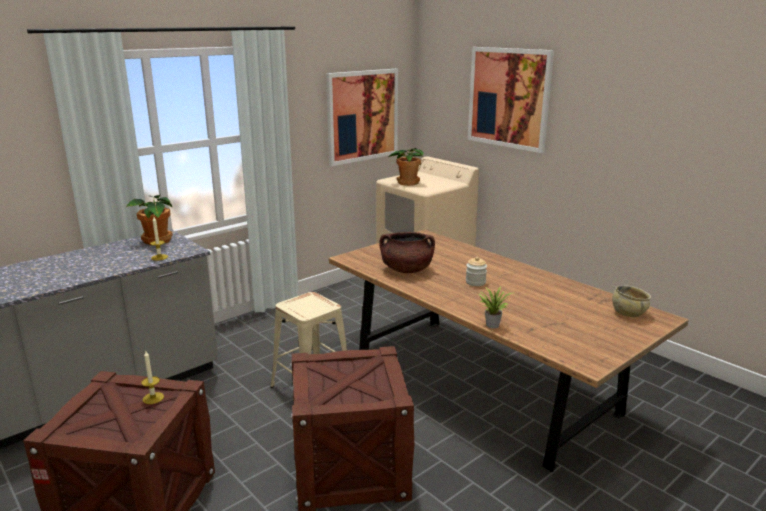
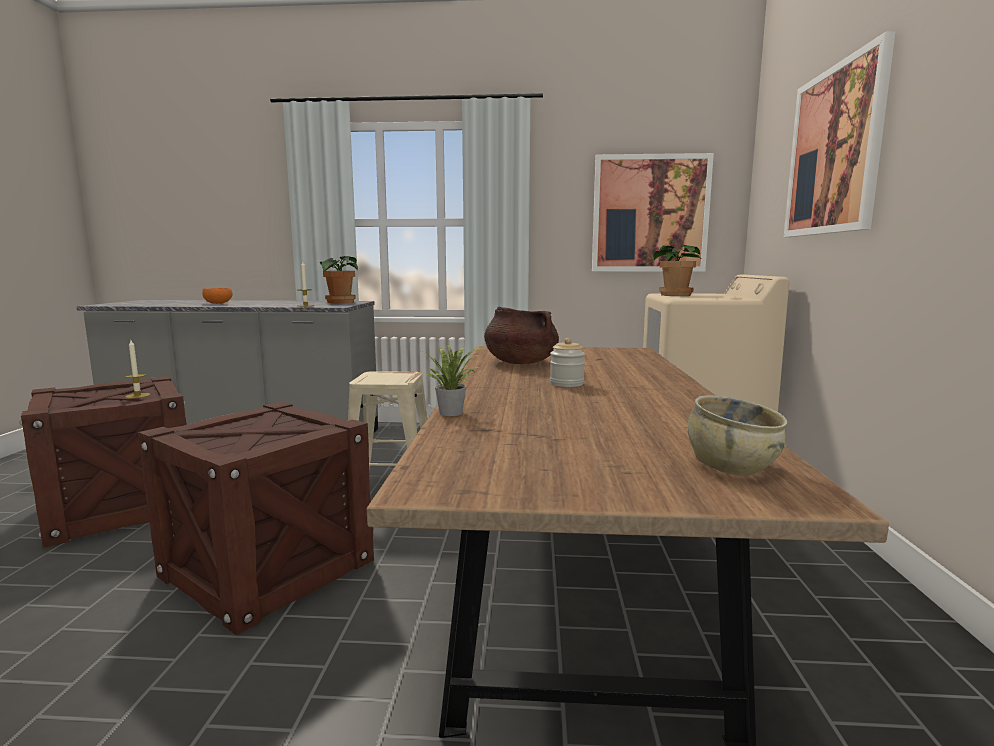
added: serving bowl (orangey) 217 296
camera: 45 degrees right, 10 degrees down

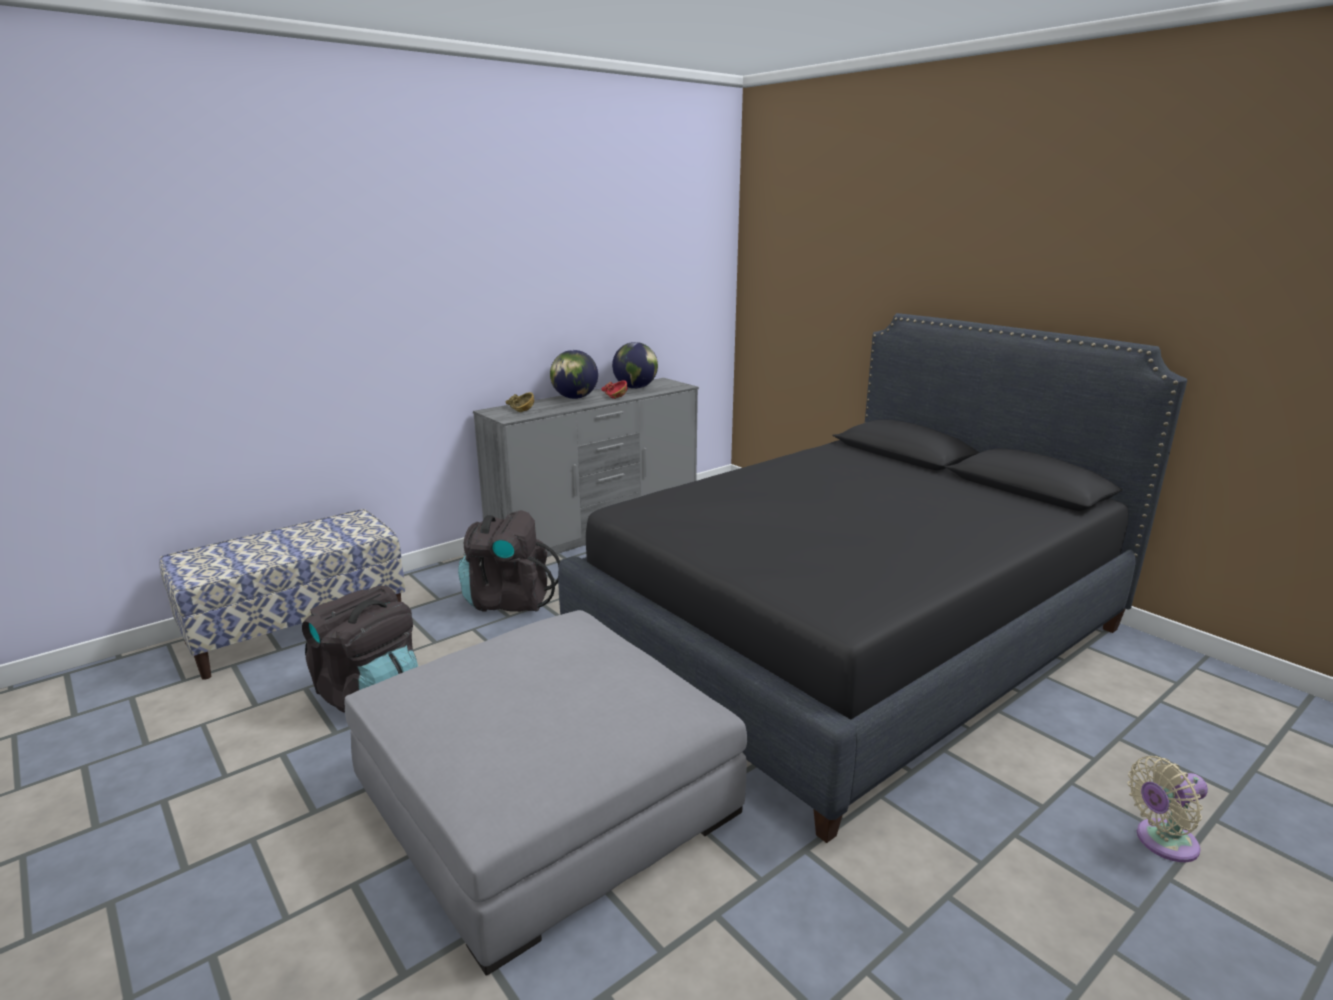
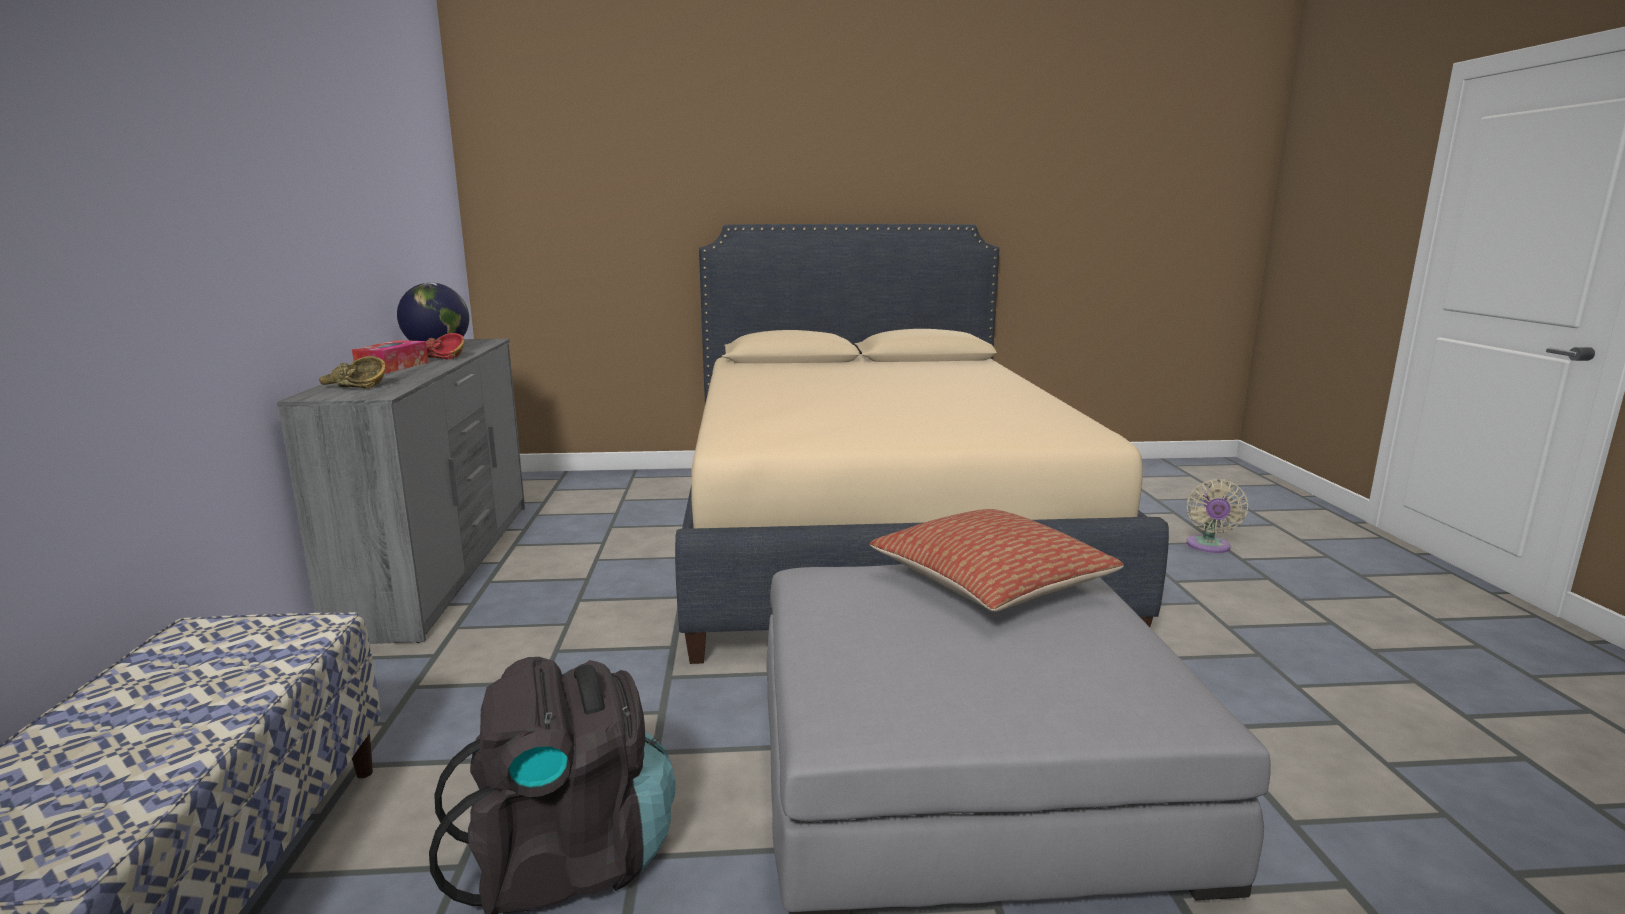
removed: rucksack (black-coloured) 509 561
added: cushion 997 560
replaced: world globe 574 374 to tissue holder 390 357
recoloured: sleeping bed (black-coloured) 872 578 to sleeping bed (sand-coloured) 922 444
camera: 55 degrees left, 5 degrees down

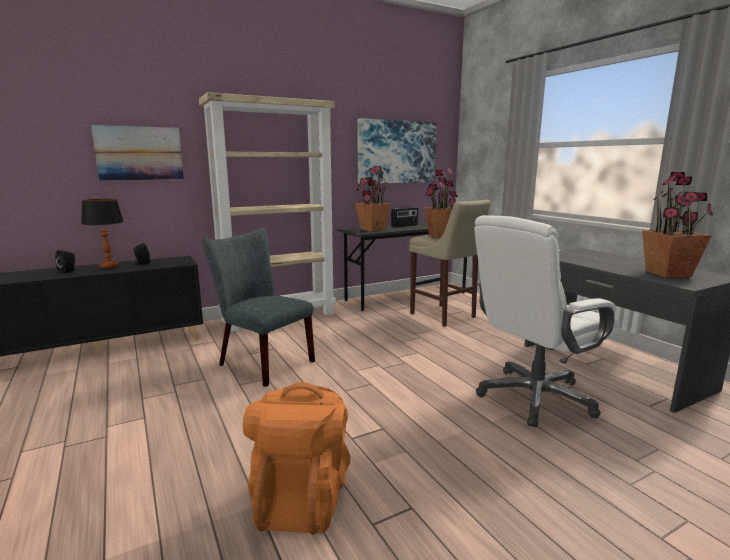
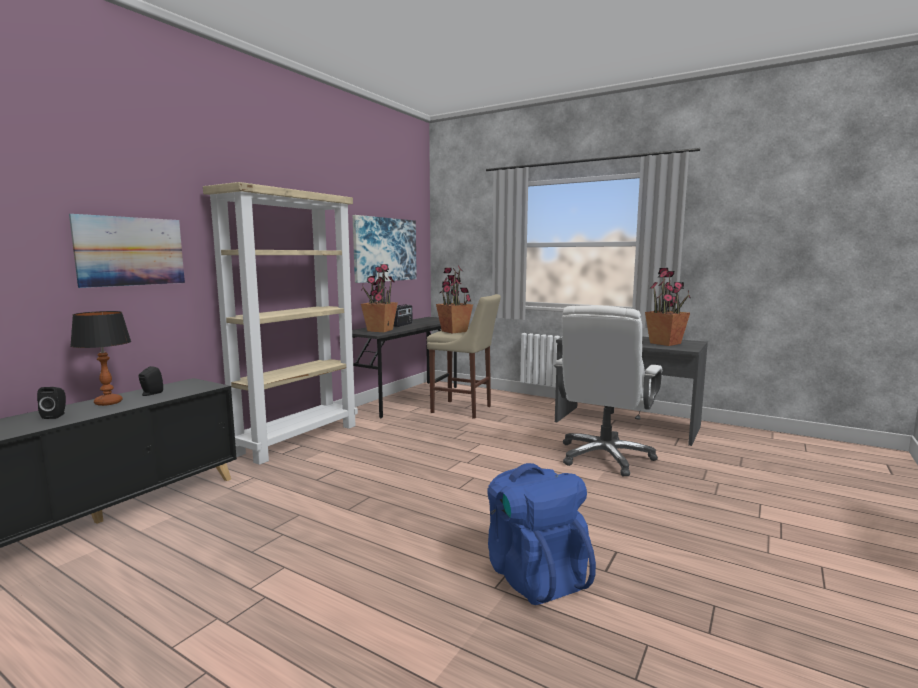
removed: upright chair (greyish) 258 307
recoloured: rucksack (orangey) 296 458 to rucksack (blue) 541 534
camera: 30 degrees left, 5 degrees down

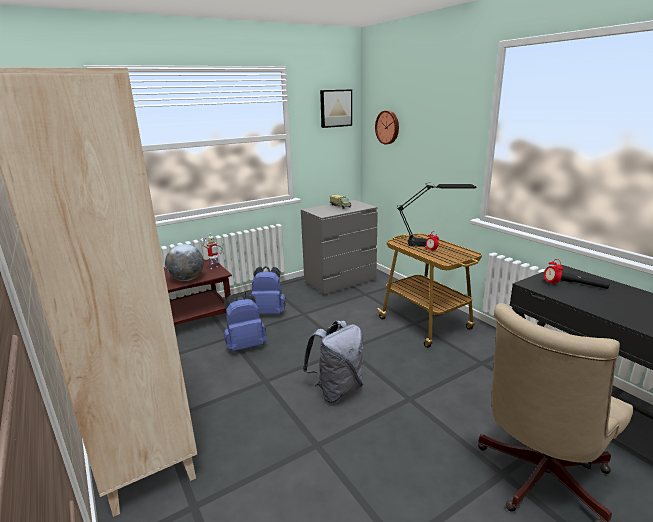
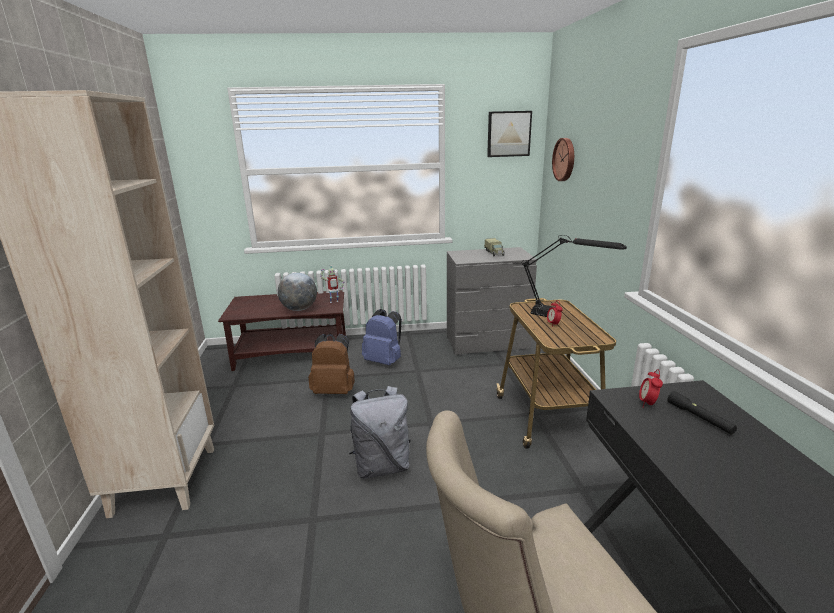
recoloured: rucksack (blue) 245 321 to rucksack (brown-coloured) 331 364
camera: 25 degrees right, 0 degrees up

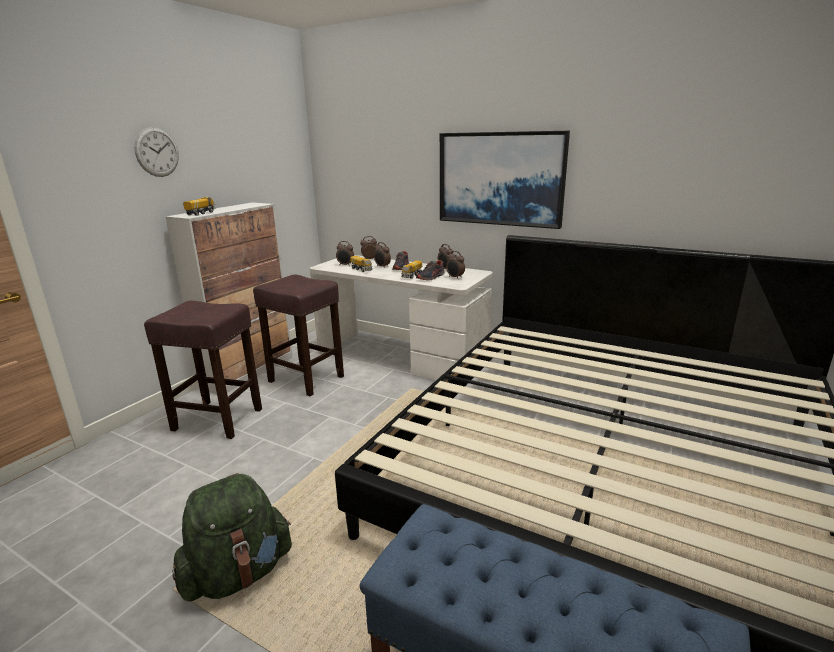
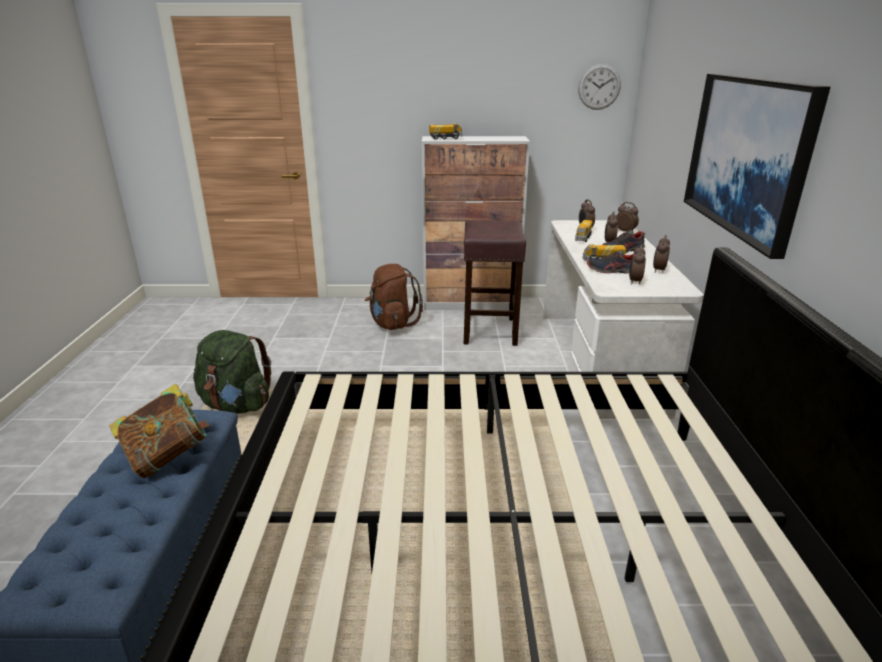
added: bound book 159 431
moved: wall clock 156 152 to 599 87
replaced: sitting stool (brown-coloured) 203 370 to rucksack (brown-coloured) 394 297
camera: 60 degrees right, 5 degrees up

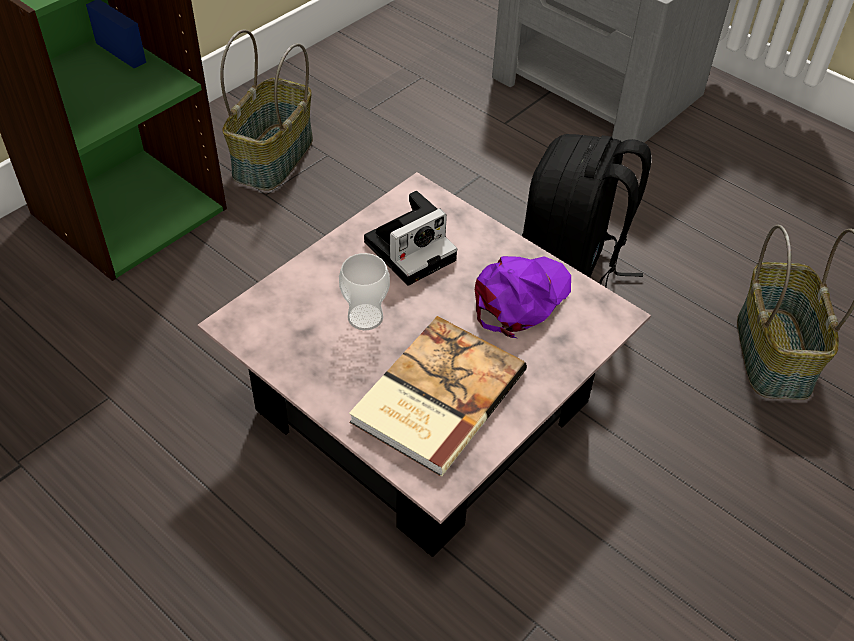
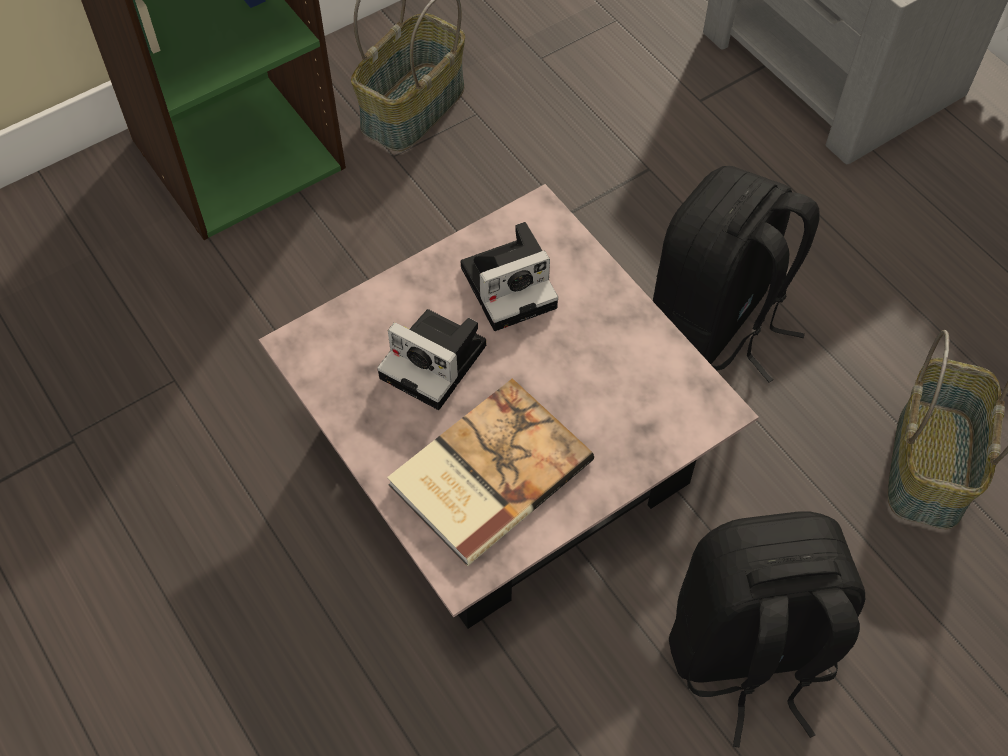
removed: peaked cap (purplish) 523 297
added: rucksack (black-coloured) 767 629
replaced: cup 364 291 to still camera 431 359
camera: 15 degrees right, 10 degrees up

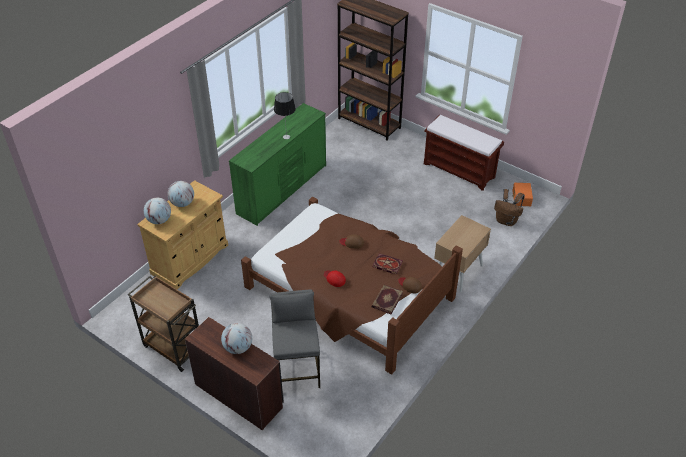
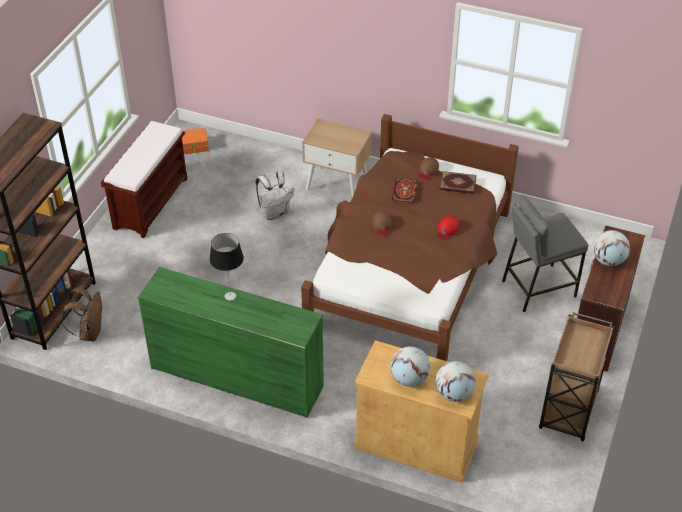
added: rucksack (whitish) 275 195
moved: rucksack (brown-coloured) 509 207 to 81 314
camera: 105 degrees left, 0 degrees up

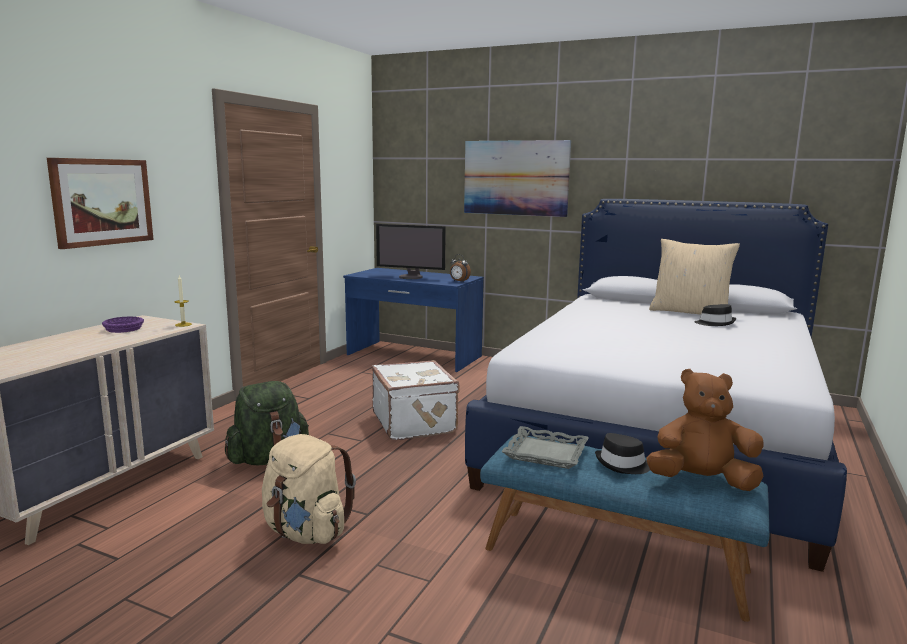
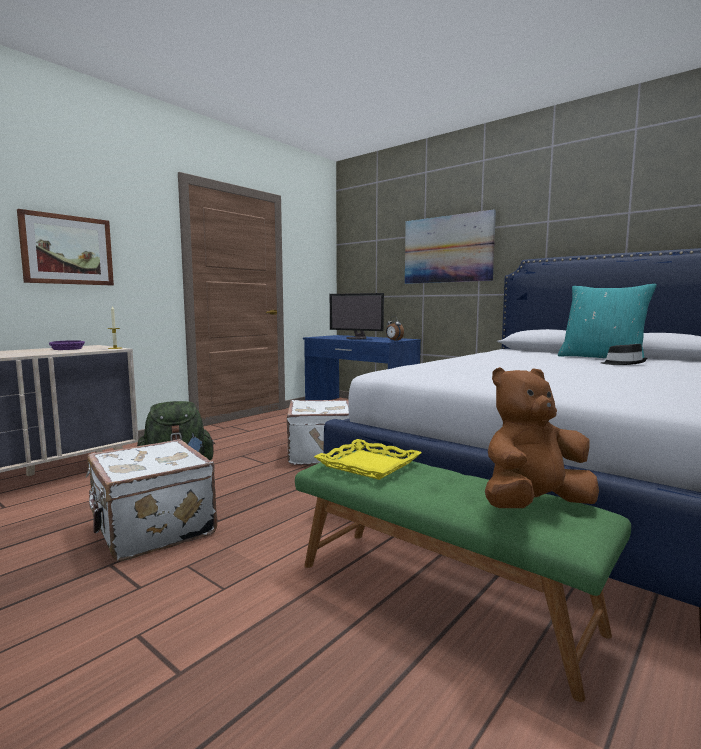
removed: clothing hat (black-coloured) 622 453
replaced: rucksack (sand-coloured) 309 489 to travel case (whitish) 151 500
recoloured: cushion (sand-coloured) 694 277 to cushion (blue-green) 607 321; tray (greyish) 545 447 to tray (yellowish) 368 459; indoor bench (blue) 624 528 to indoor bench (greenish) 463 576
turned: cuddly toy (brown-coloured) 705 430 = 542 437 45 degrees counterclockwise
camera: 15 degrees right, 5 degrees down

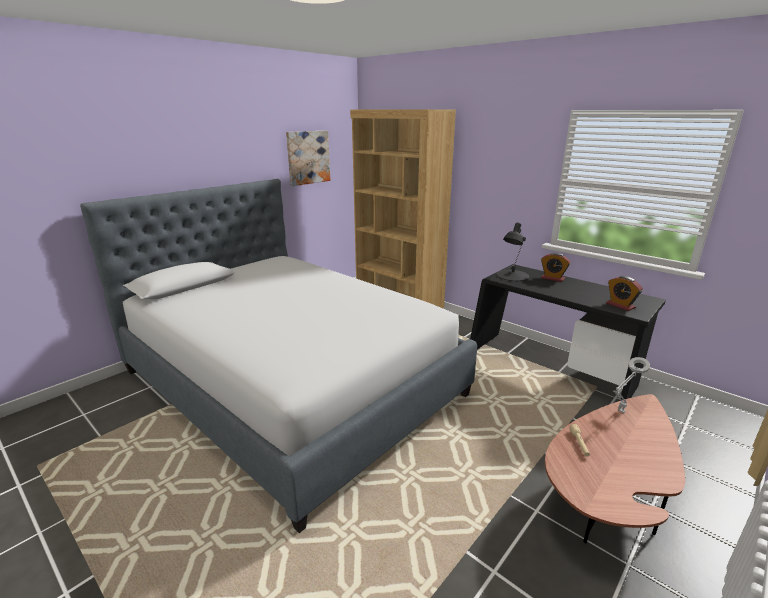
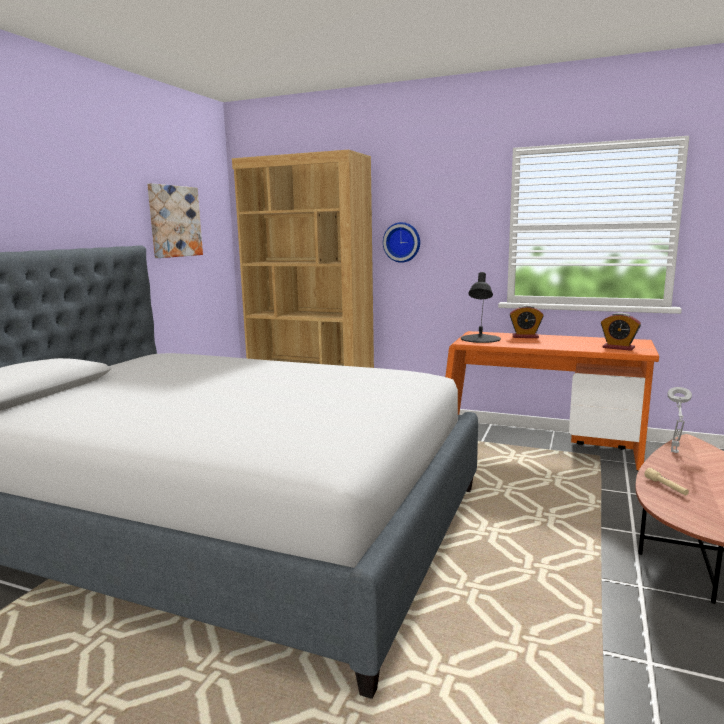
added: wall clock 401 242
recoloured: desk table (black-coloured) 568 331 to desk table (orangey) 552 401
camera: 20 degrees left, 10 degrees down

